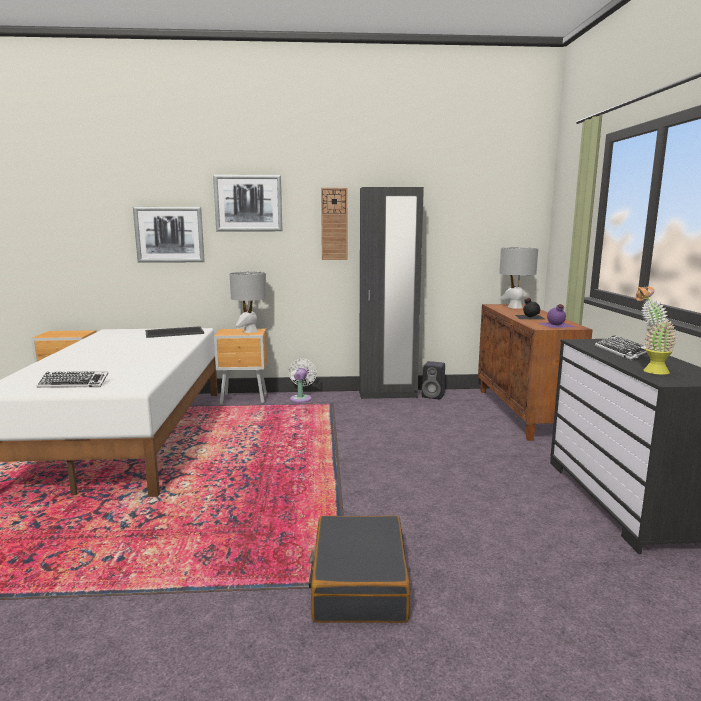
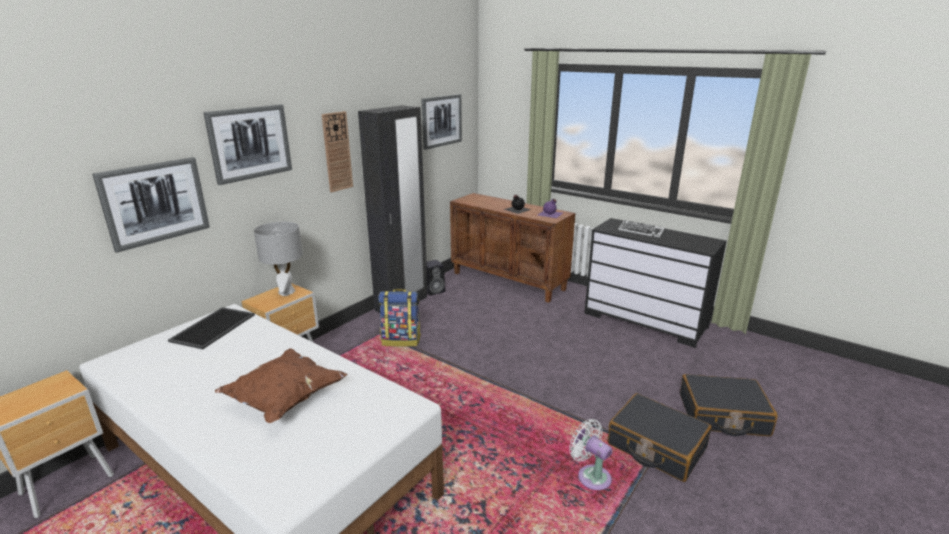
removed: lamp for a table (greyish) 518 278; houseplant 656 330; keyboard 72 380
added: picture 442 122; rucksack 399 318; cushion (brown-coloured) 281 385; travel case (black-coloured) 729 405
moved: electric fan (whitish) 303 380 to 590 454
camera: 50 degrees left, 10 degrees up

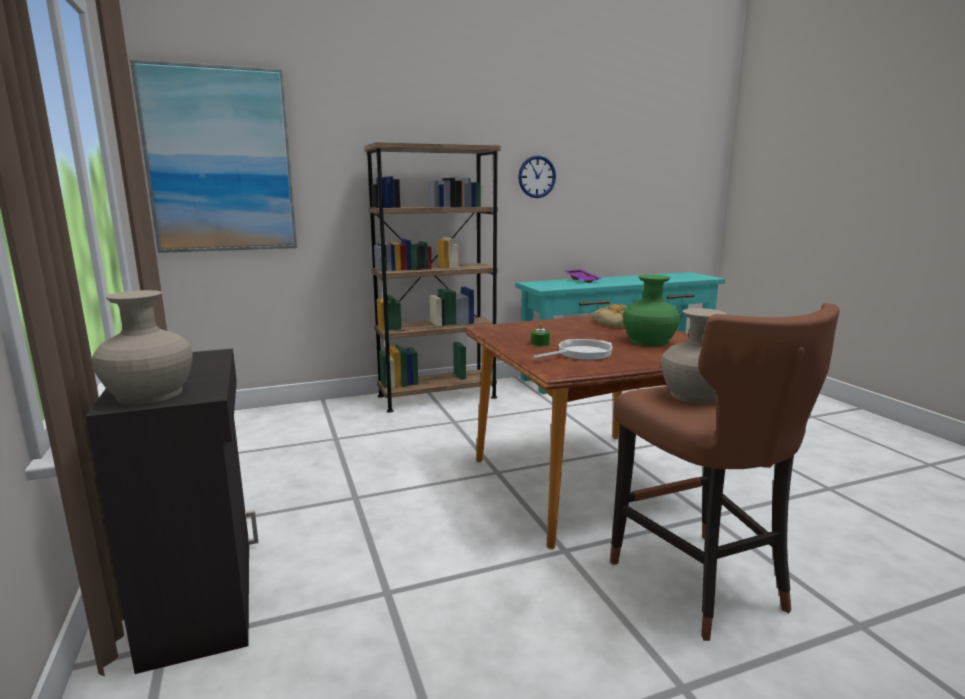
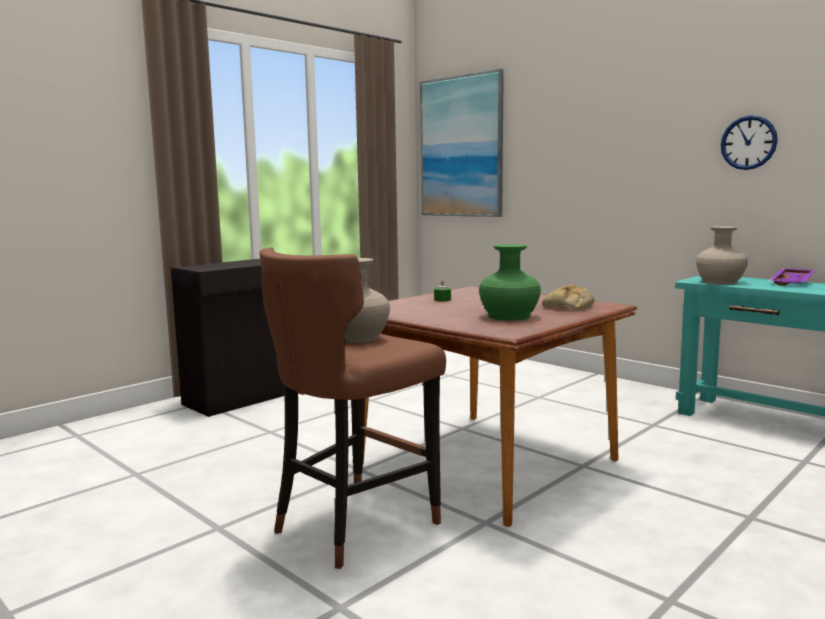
removed: bookshelf (brown-coloured) 432 277; pan 573 349
moved: flower vase (sand-coloured) 142 347 to 722 255
camera: 65 degrees right, 5 degrees down

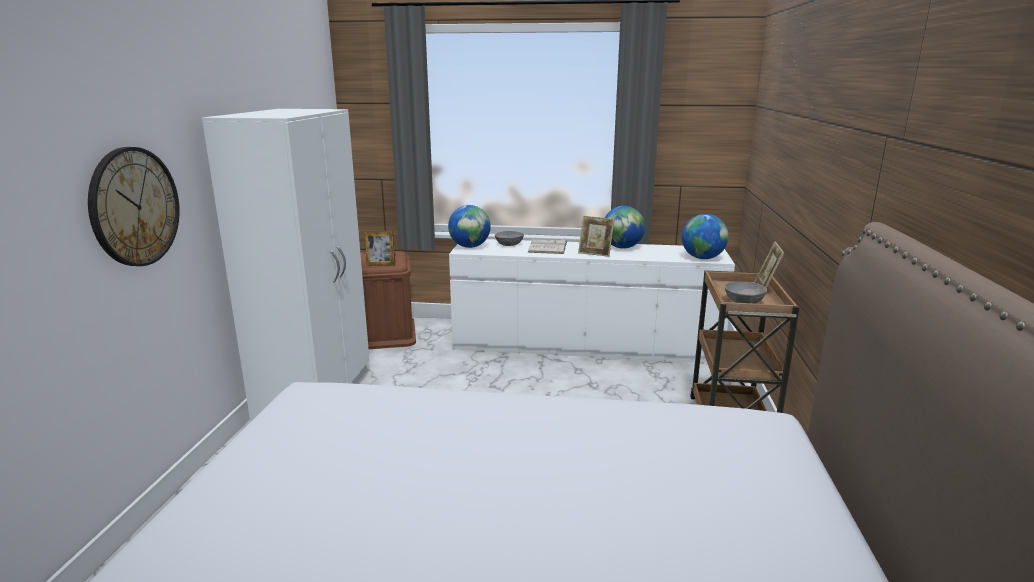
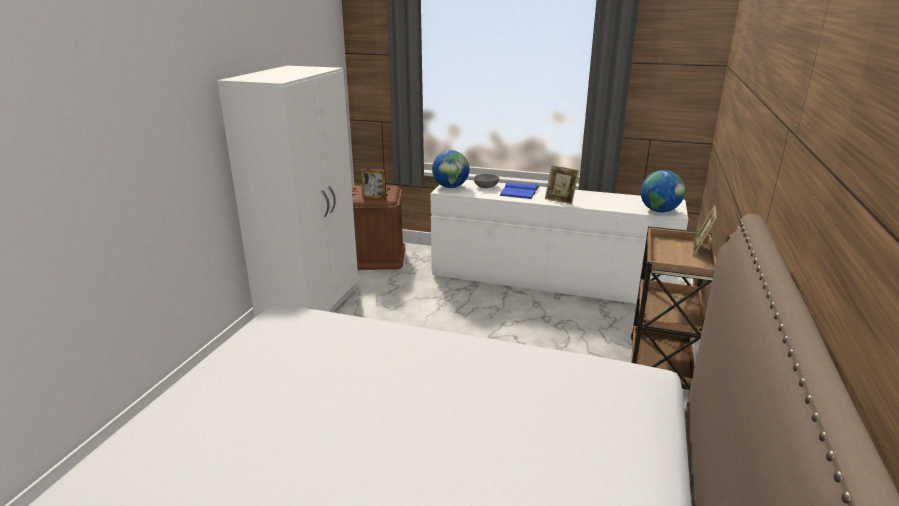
removed: wall clock 134 206; world globe 625 227; serving bowl (greyish) 746 293
recoloured: bound book (whitish) 547 246 to bound book (blue) 519 191
camera: 10 degrees right, 5 degrees up

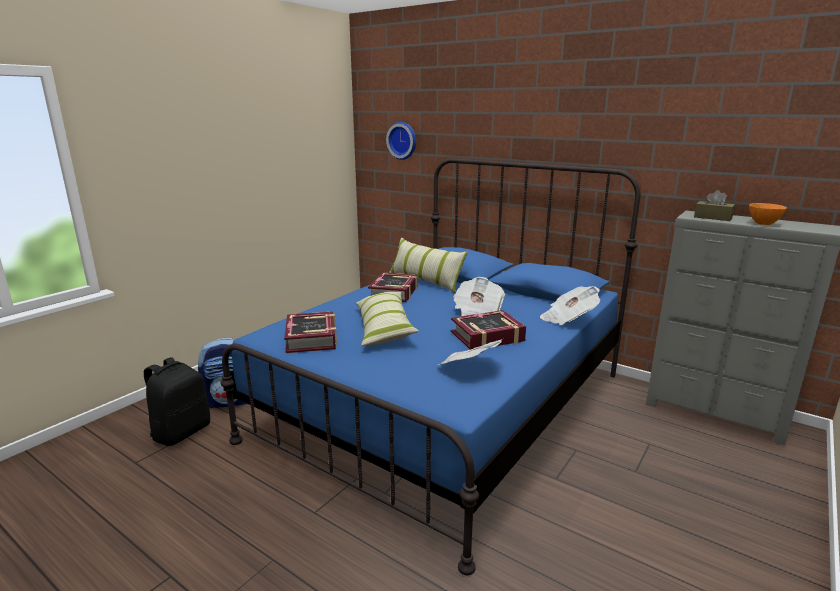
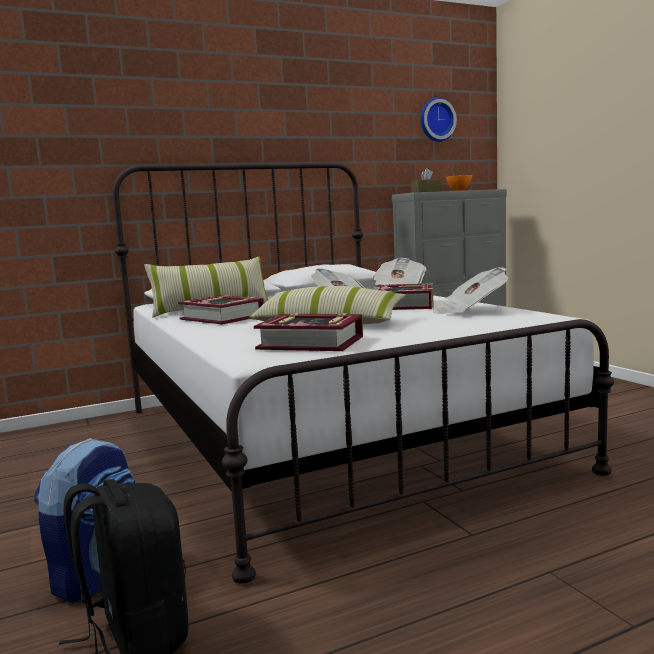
moved: wall clock 401 141 to 438 120
recoloured: sleeping bed (blue) 431 367 to sleeping bed (whitish) 363 373
camera: 60 degrees left, 10 degrees down

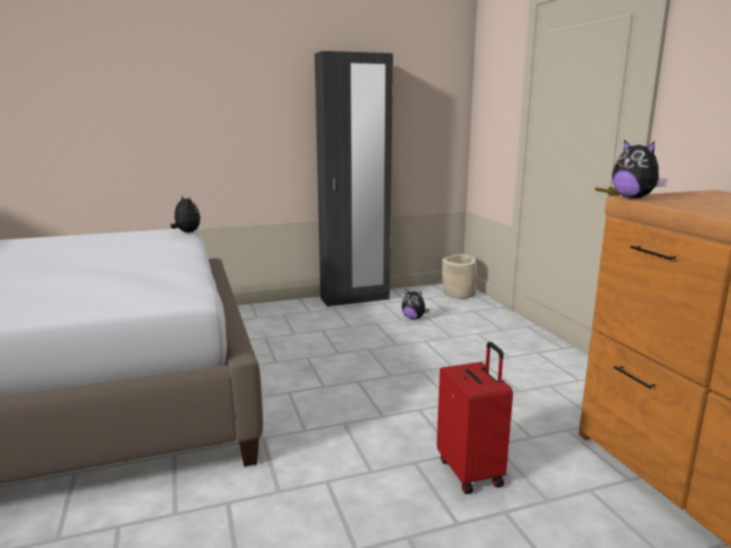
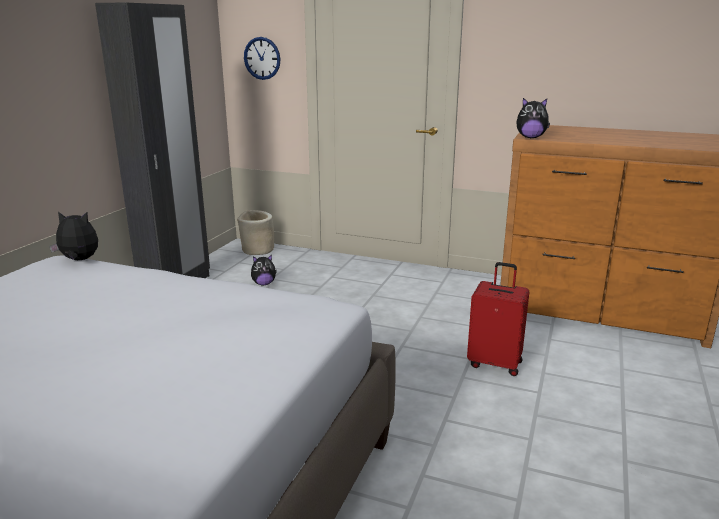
added: wall clock 262 58
camera: 50 degrees left, 5 degrees up

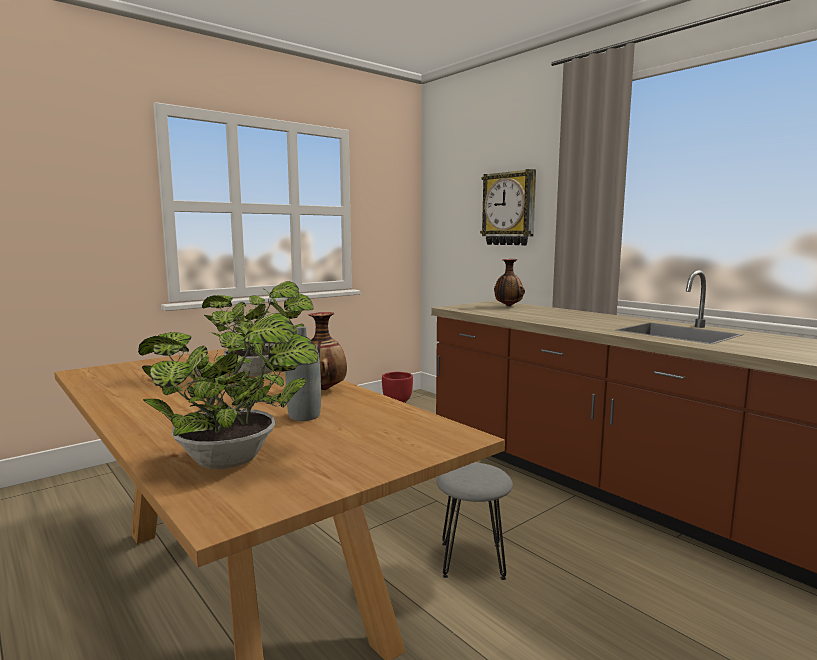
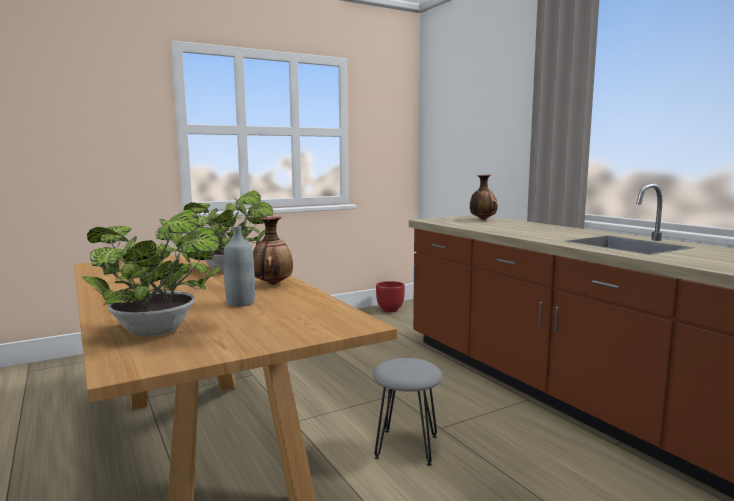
removed: wall clock 508 207
camera: 10 degrees right, 0 degrees up

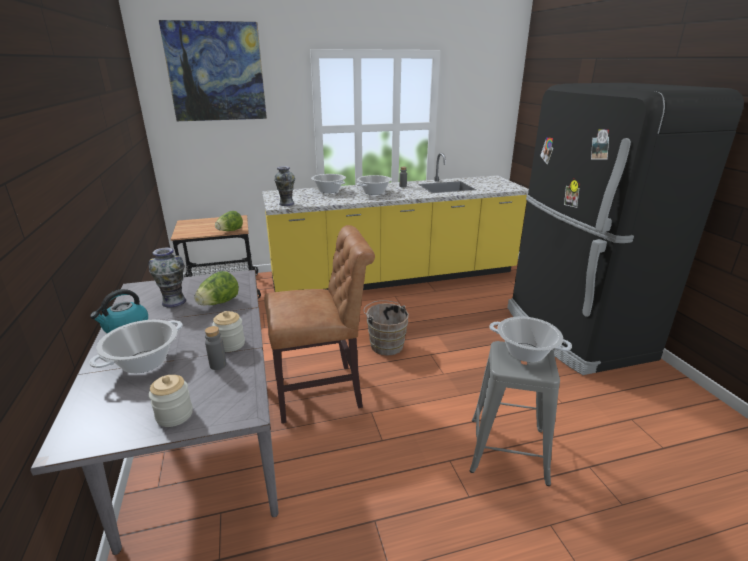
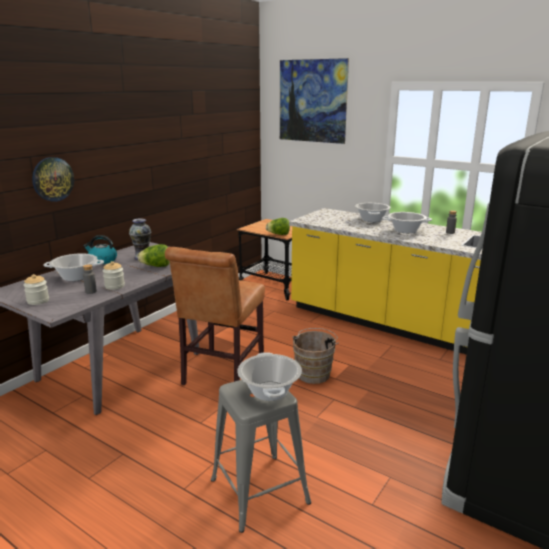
removed: flower vase 284 186
added: wall clock 53 179
turned: upright chair (brown-coloured) 319 324 = 215 316 75 degrees clockwise
camera: 50 degrees right, 5 degrees down

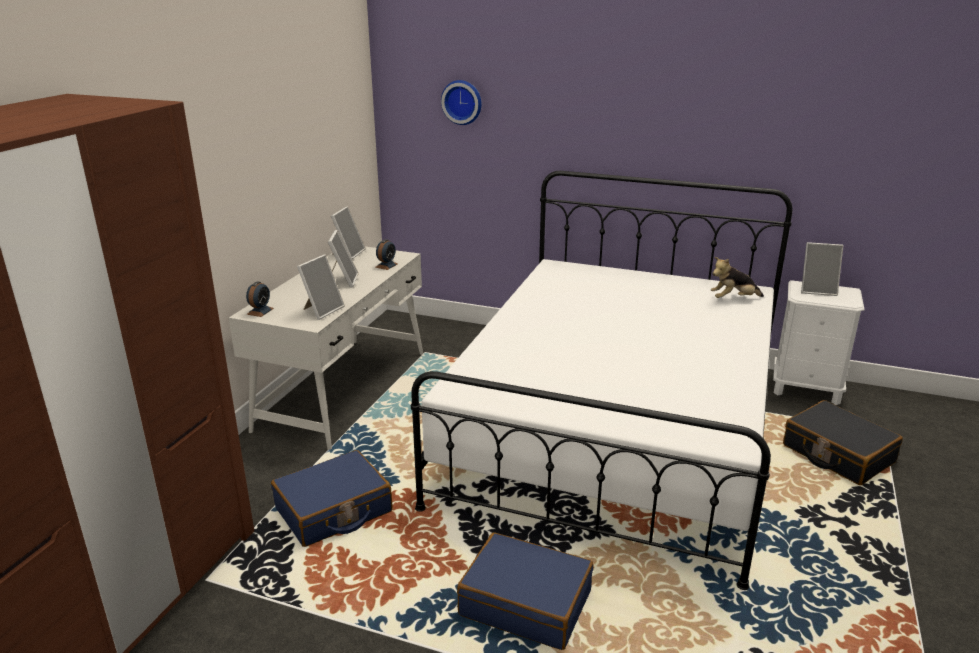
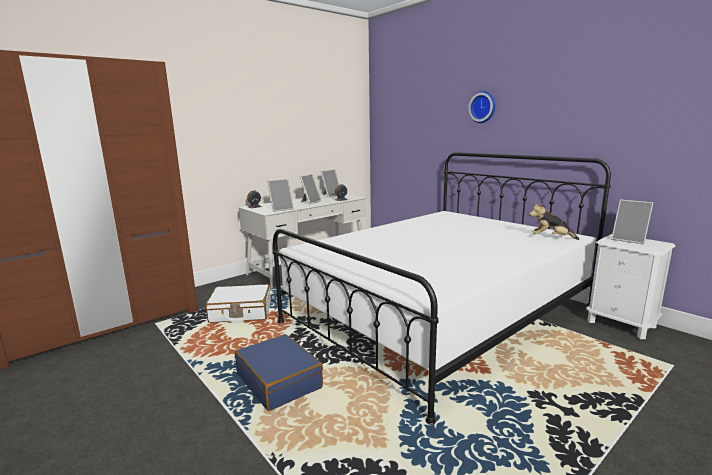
removed: travel case (black-coloured) 843 442
moved: wall clock 461 102 to 482 107
recoloured: travel case (blue) 331 498 to travel case (whitish) 238 303
camera: 30 degrees right, 10 degrees down

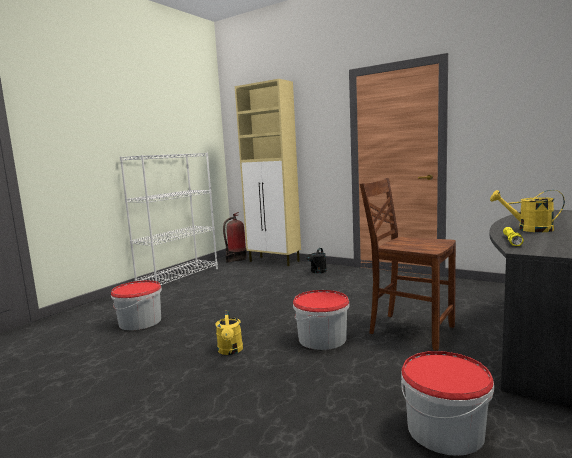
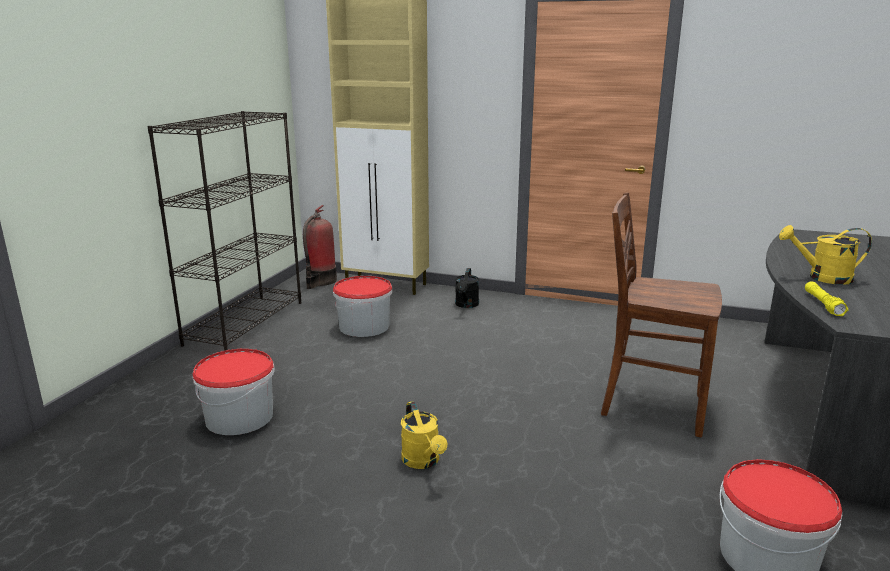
moved: bucket 321 320 to 363 306
recoloured: bookshelf (whitish) 169 219 to bookshelf (black-coloured) 224 231
camera: 15 degrees left, 10 degrees up

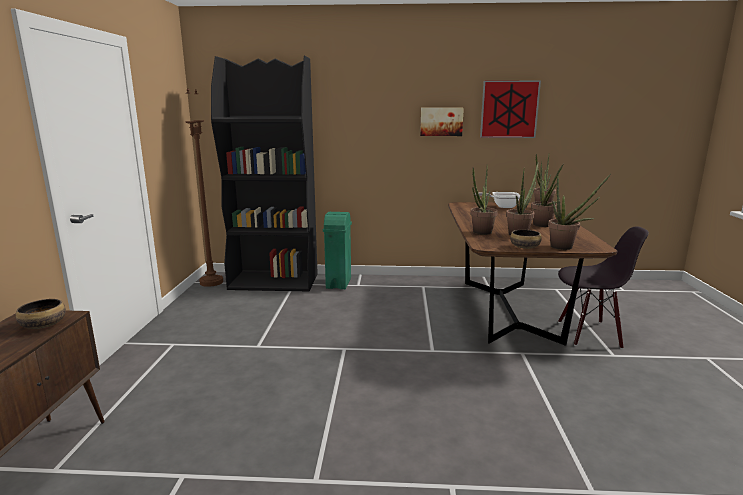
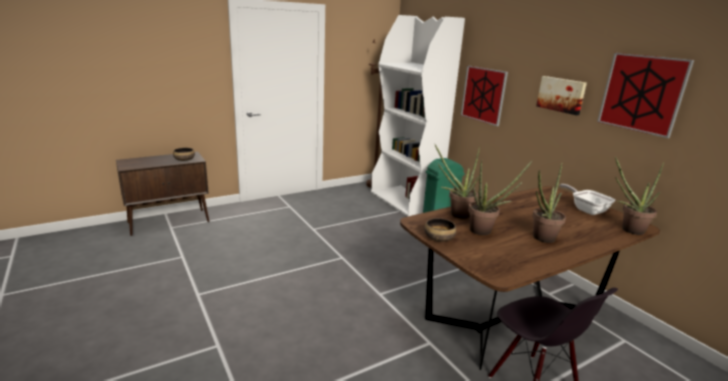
removed: houseplant 579 212
added: picture 484 96
recoloured: bookshelf (black-coloured) 264 173 to bookshelf (whitish) 418 116
camera: 55 degrees right, 5 degrees up

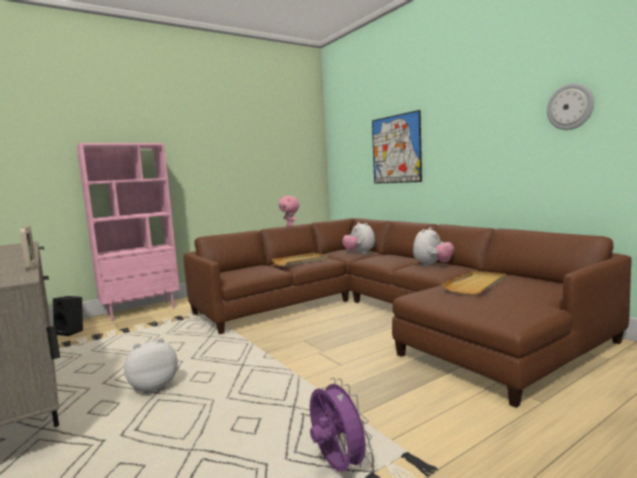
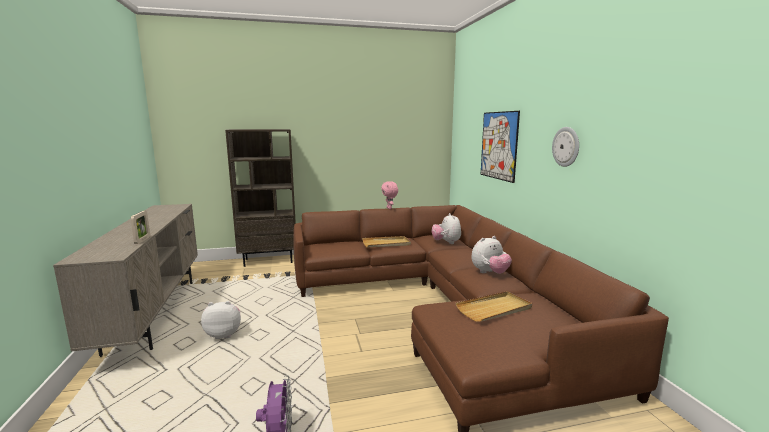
removed: speaker (black-coloured) 68 316
moved: wall clock 570 106 to 565 147
recoloured: bookshelf (pink) 128 232 to bookshelf (brown-coloured) 260 198
camera: 20 degrees right, 5 degrees up

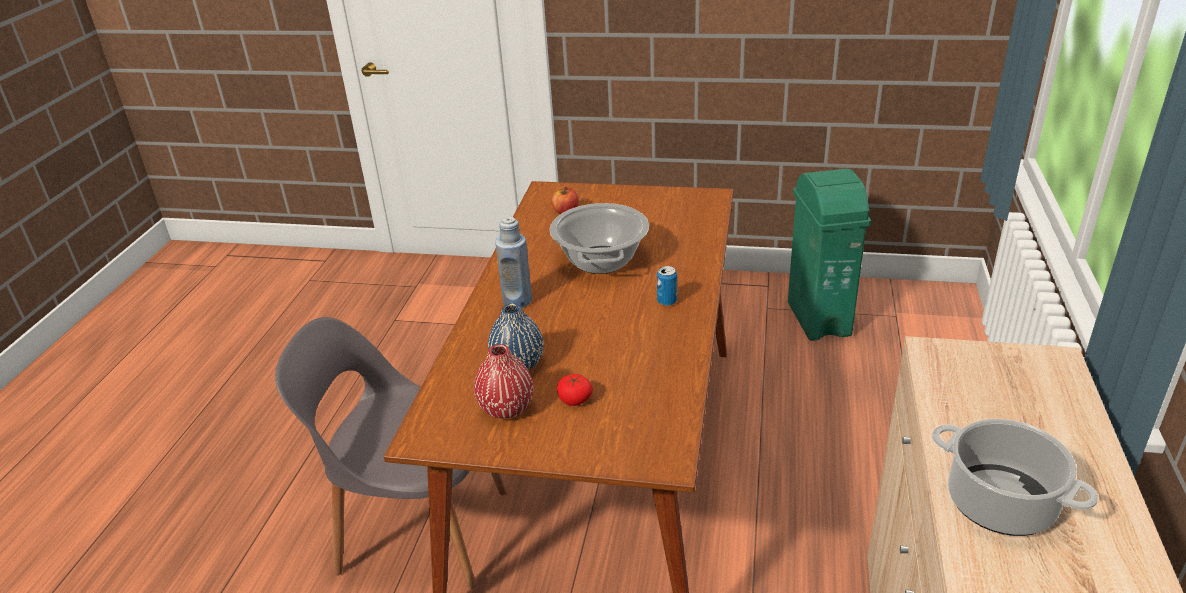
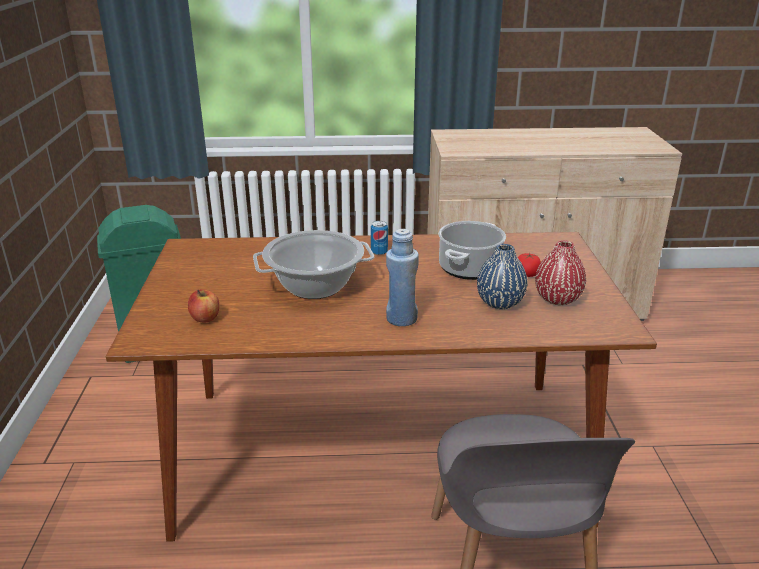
moved: saucepot 1015 477 to 472 250
camera: 105 degrees left, 5 degrees down

